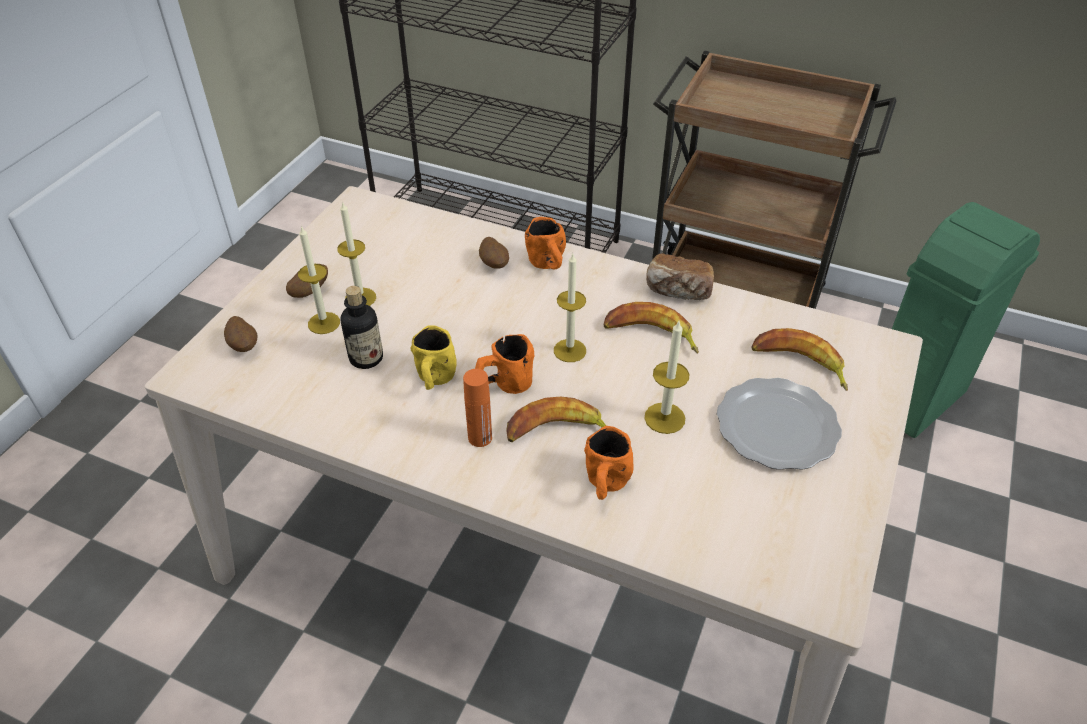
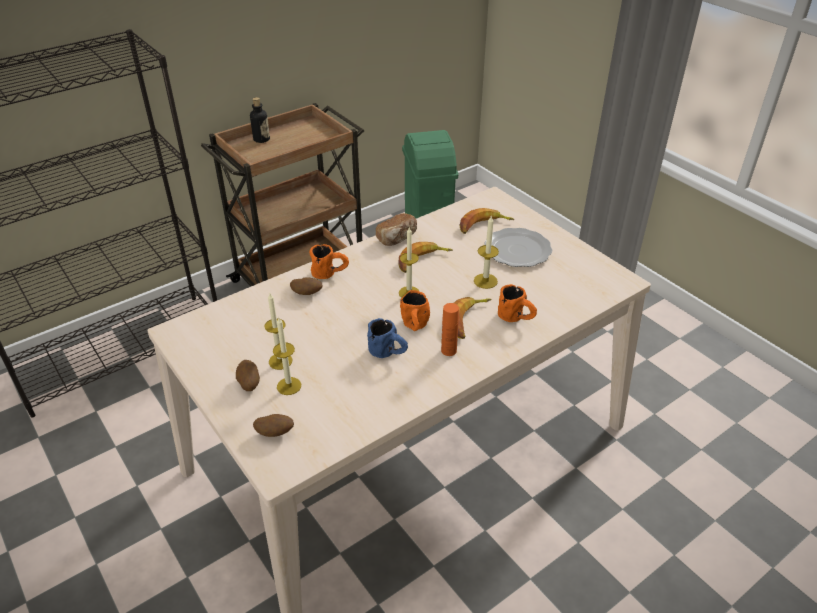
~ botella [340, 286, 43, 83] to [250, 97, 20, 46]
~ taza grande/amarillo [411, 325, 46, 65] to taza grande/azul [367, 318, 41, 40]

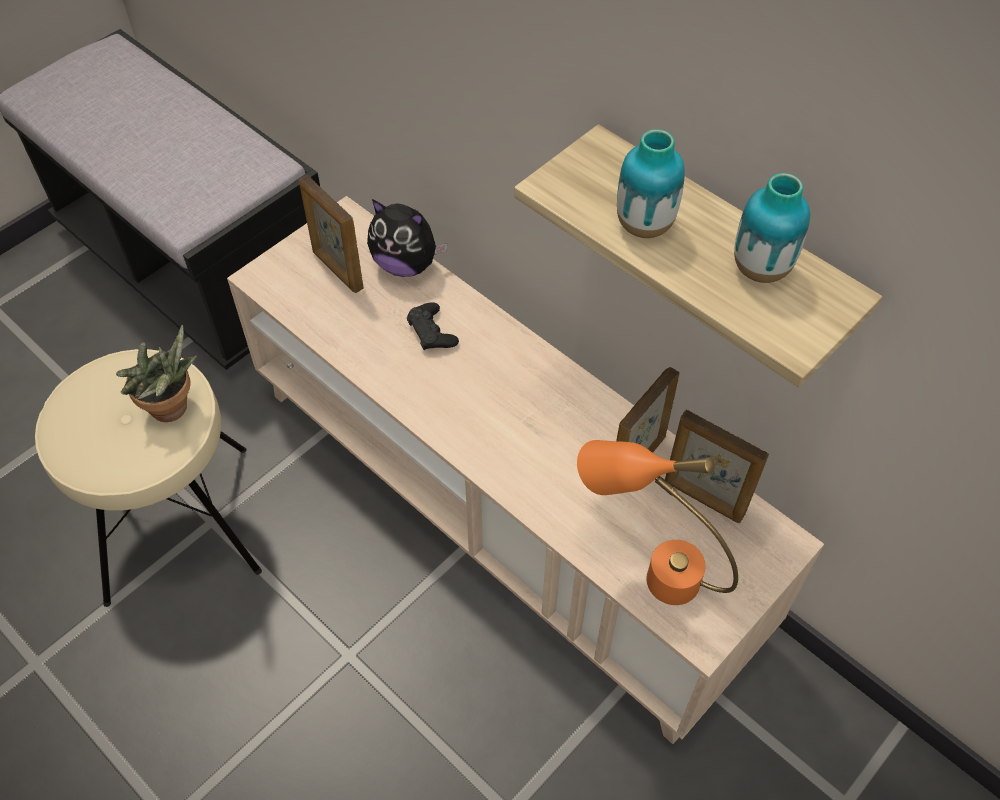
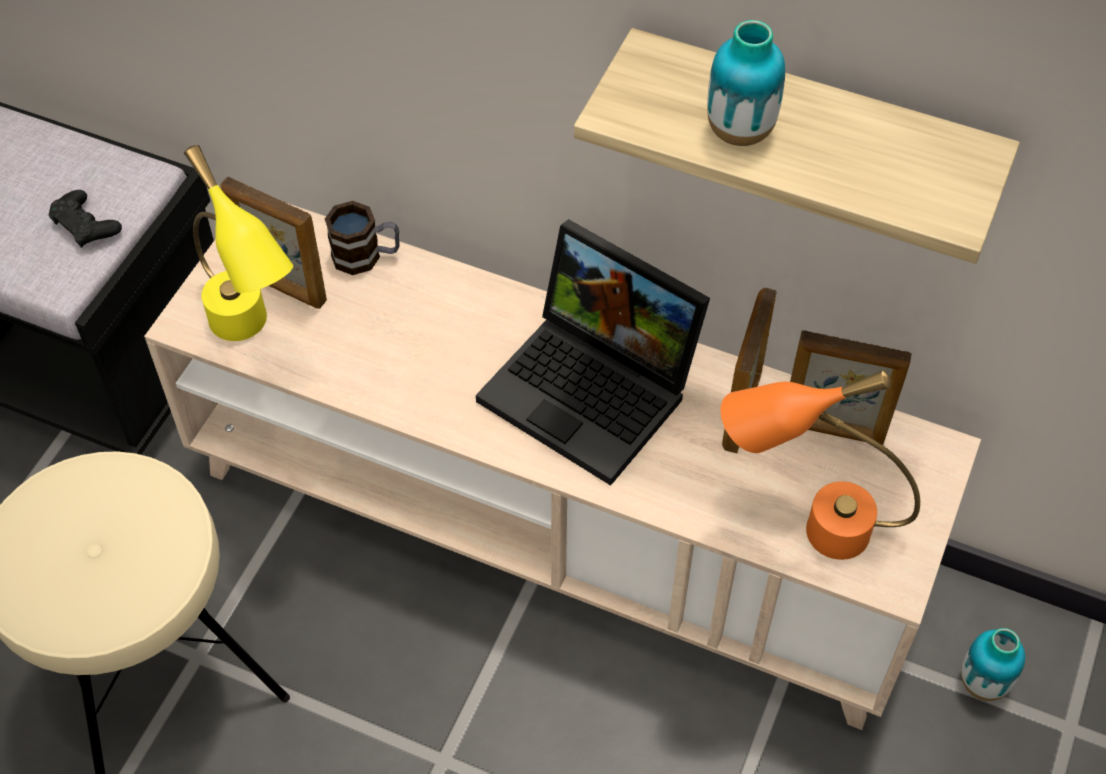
- planta en maceta [116, 325, 81, 97]
+ lámpara de mesa/amarillo [184, 145, 109, 196]
+ portátil [476, 219, 234, 267]
~ mando de consola/negro [407, 302, 52, 48] to [49, 190, 73, 57]
~ florero [734, 173, 76, 110] to [961, 628, 64, 73]
~ peluche [367, 199, 81, 78] to taza grande [325, 201, 74, 74]

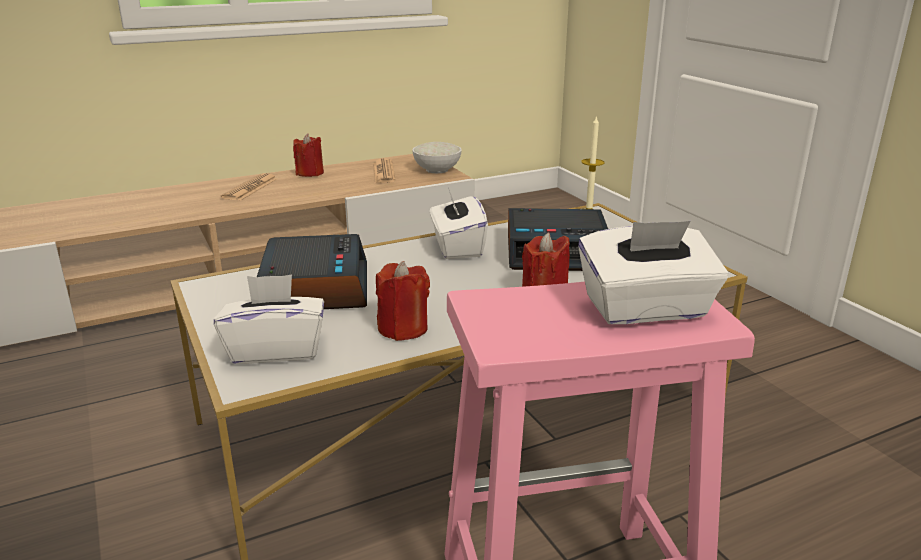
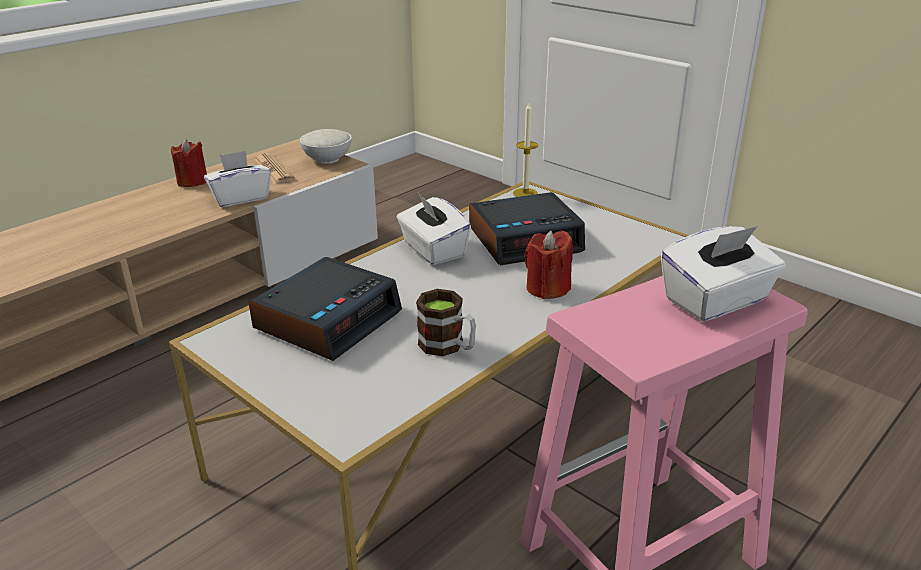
- periódico [221, 173, 56, 27]
~ caja de pañuelos/blanco [214, 275, 110, 89] to [204, 151, 67, 56]
~ vela/rojo [376, 261, 54, 80] to taza grande [416, 289, 60, 67]
~ despertador [257, 234, 110, 75] = [249, 257, 153, 104] 60 degrees clockwise

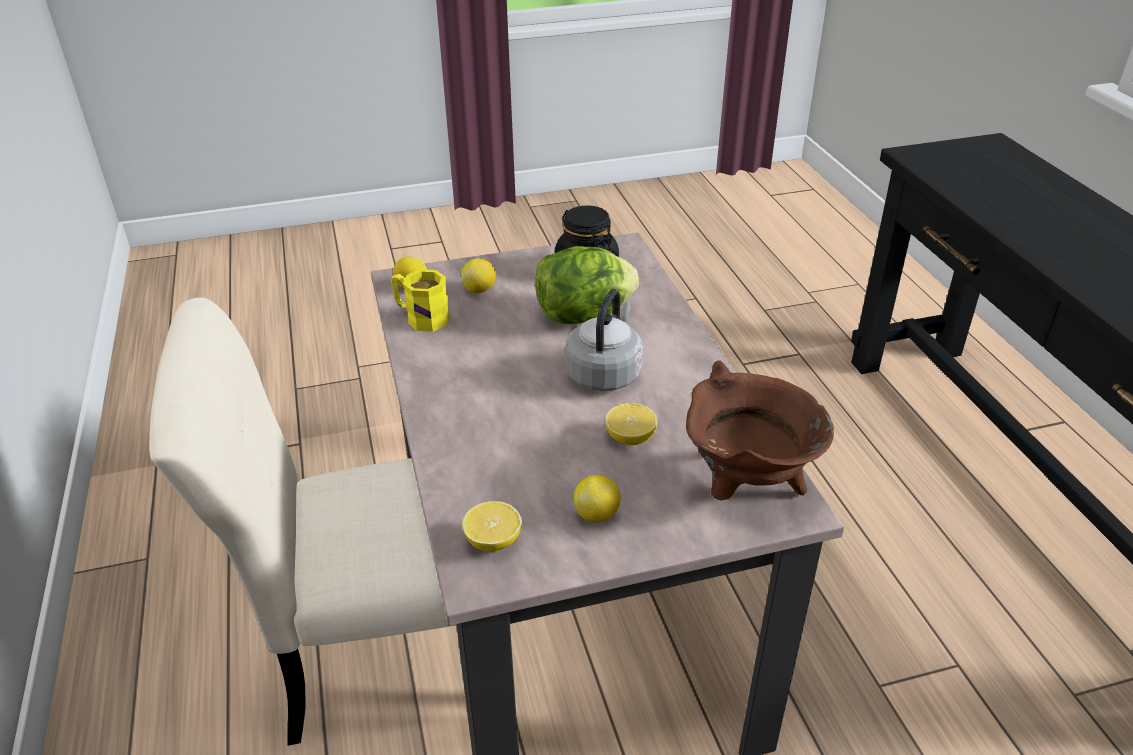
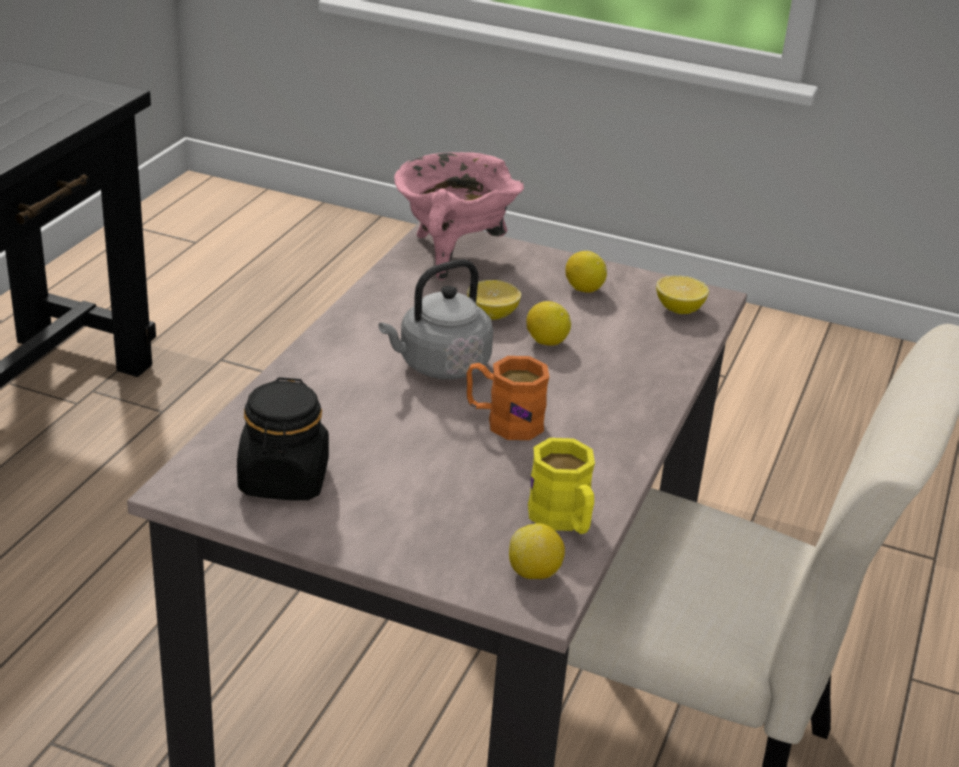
- lechuga [535, 246, 104, 78]
+ taza grande/naranja [467, 356, 82, 84]
~ limón [461, 258, 35, 35] to [526, 301, 45, 45]
~ olla/marrón [686, 360, 148, 140] to olla/rosa [394, 152, 130, 128]

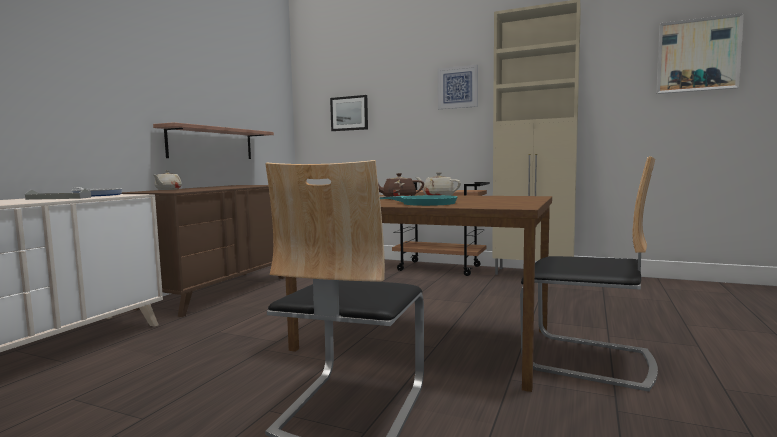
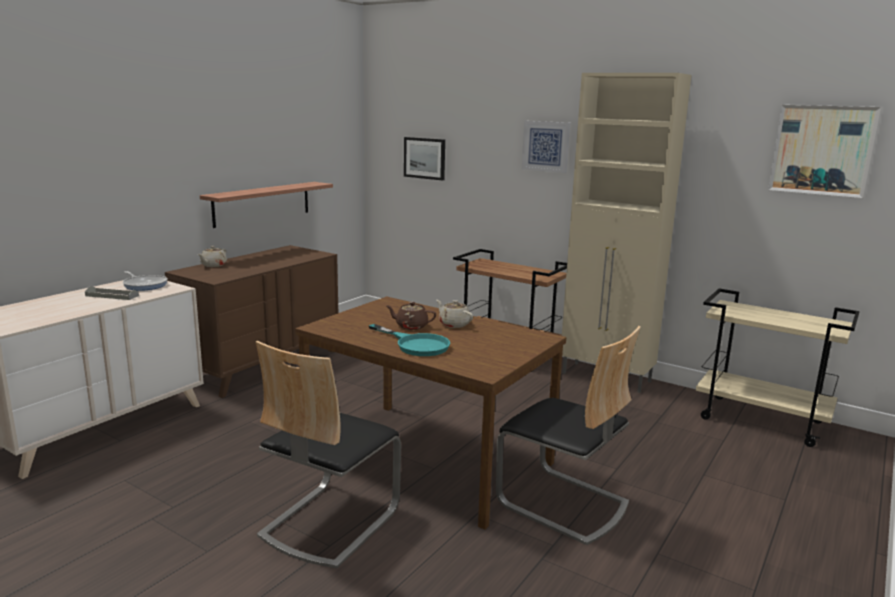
+ carrito/beis [696, 288, 164, 159]

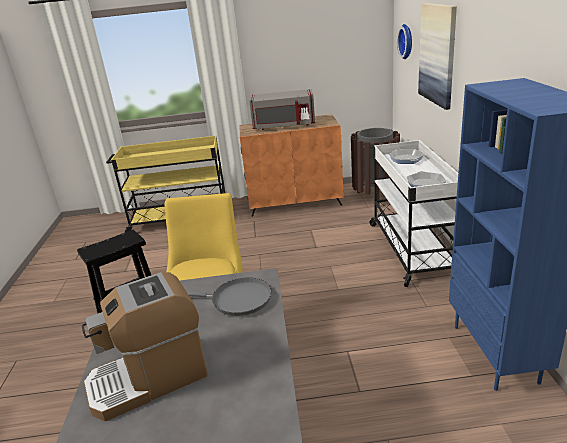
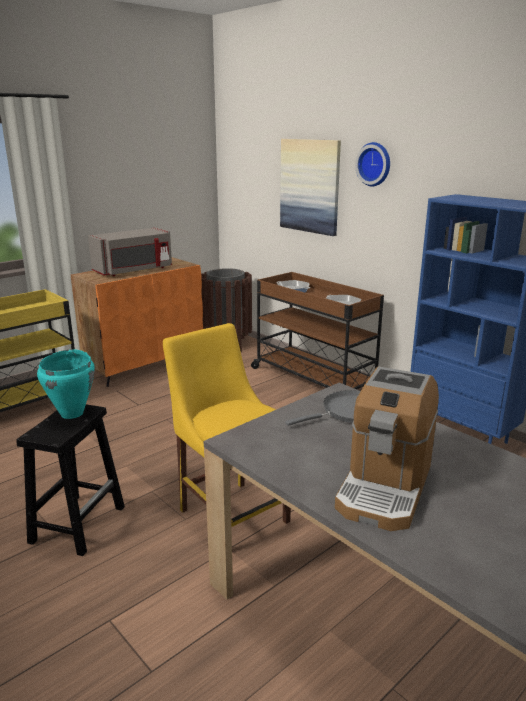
+ olla/turquesa [37, 349, 58, 70]
~ reloj de pared [397, 24, 15, 35] to [355, 142, 35, 44]
~ carrito/blanco [370, 140, 88, 147] to carrito/marrón [251, 272, 133, 117]

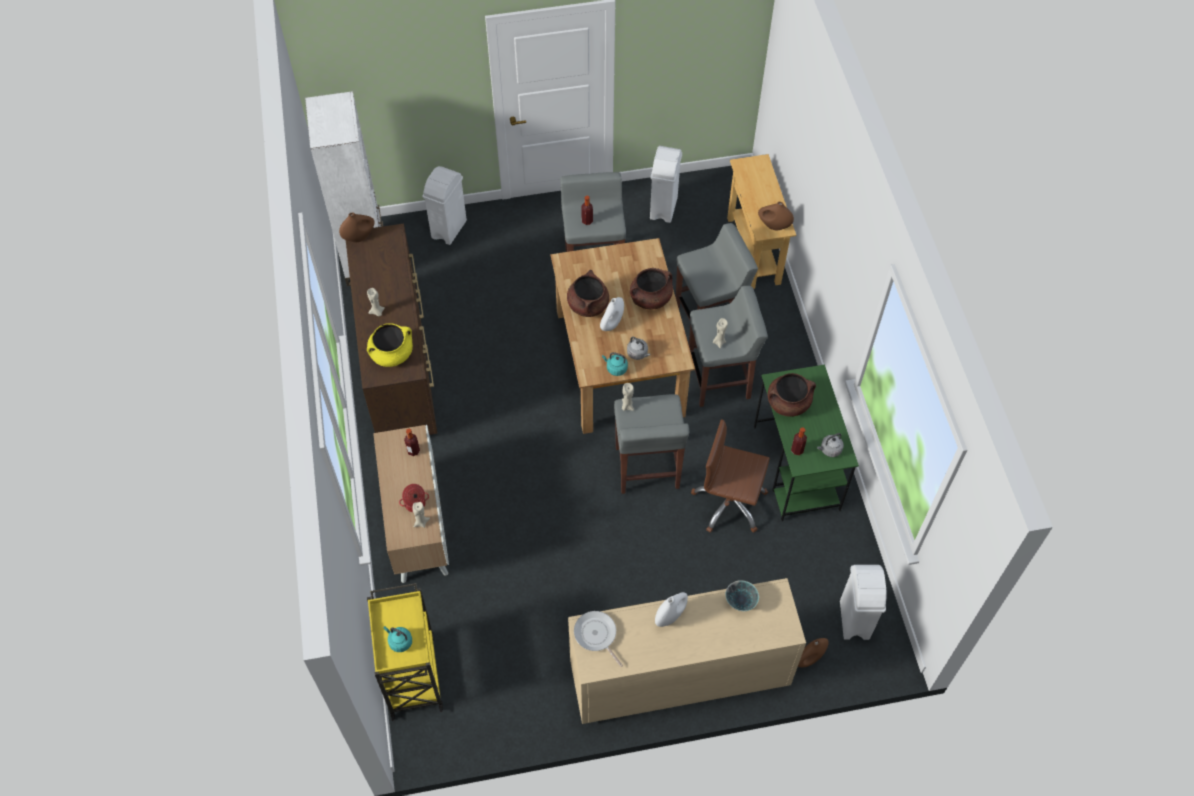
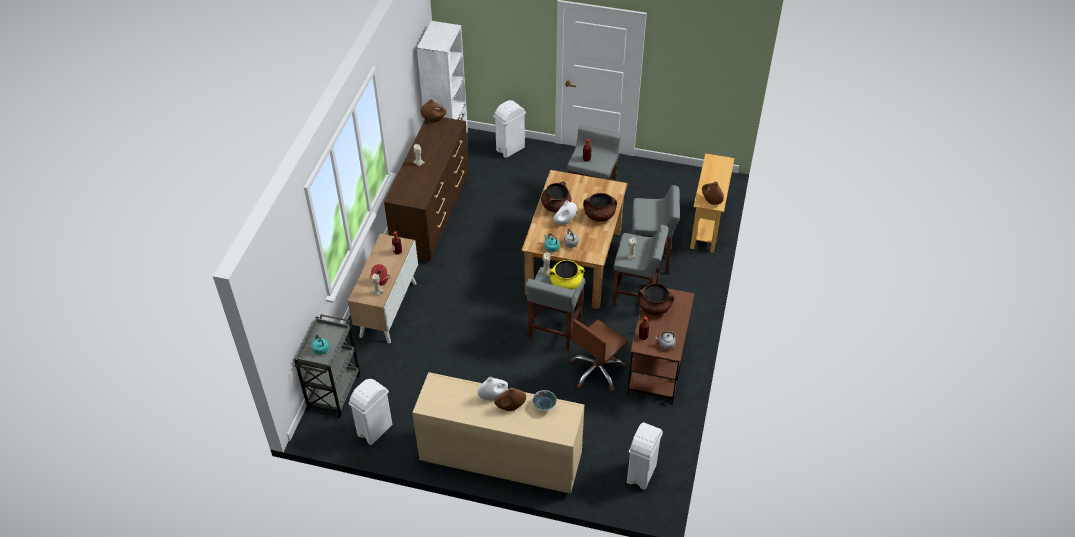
- sartén [574, 611, 49, 56]
~ olla/amarillo [367, 323, 46, 44] to [549, 260, 35, 30]
~ papelera/blanco [650, 146, 32, 77] to [349, 379, 43, 66]
~ florero/marrón [798, 638, 31, 29] to [494, 387, 32, 24]
~ carrito/amarillo [367, 583, 76, 138] to carrito/gris [294, 314, 66, 104]
~ escritorio/verde [754, 365, 105, 156] to escritorio/marrón [627, 288, 68, 116]
~ silla de oficina/marrón [691, 419, 79, 114] = [570, 319, 58, 73] 90 degrees counterclockwise

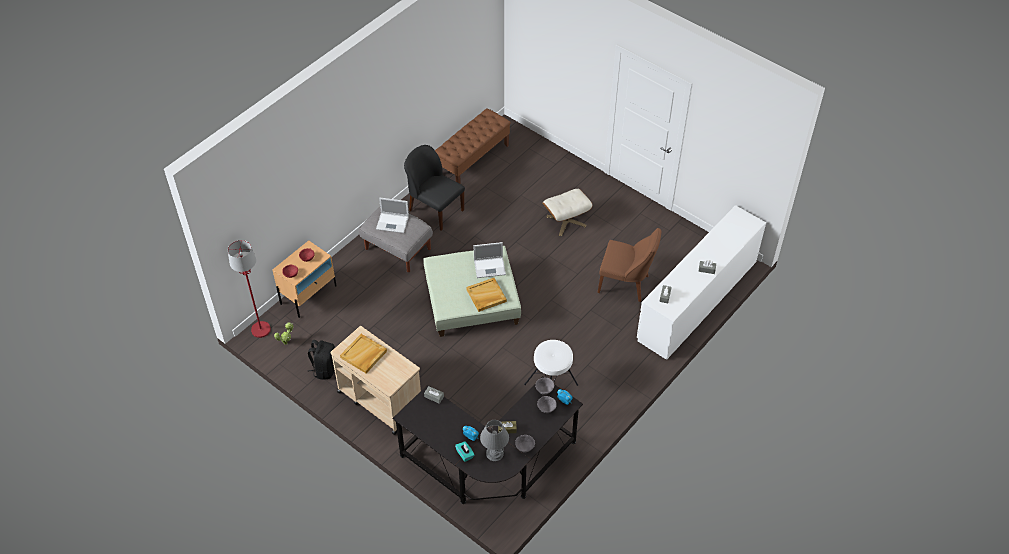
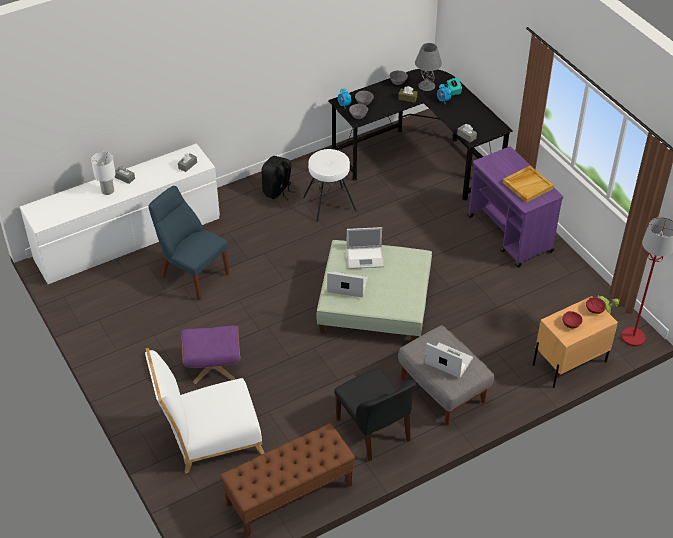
+ lámpara de mesa/blanco [91, 152, 25, 43]
+ silla/blanco [145, 348, 120, 126]
~ mochila/negro [308, 340, 27, 40] to [262, 156, 34, 44]
~ bandeja/beis [466, 278, 41, 34] to portátil [347, 227, 37, 42]
~ carrito/beis [330, 326, 91, 109] to carrito/morado [467, 146, 96, 122]
~ puf/beis [542, 189, 51, 47] to puf/morado [182, 325, 58, 59]
~ silla/marrón [598, 228, 63, 74] to silla/azul [148, 186, 82, 115]

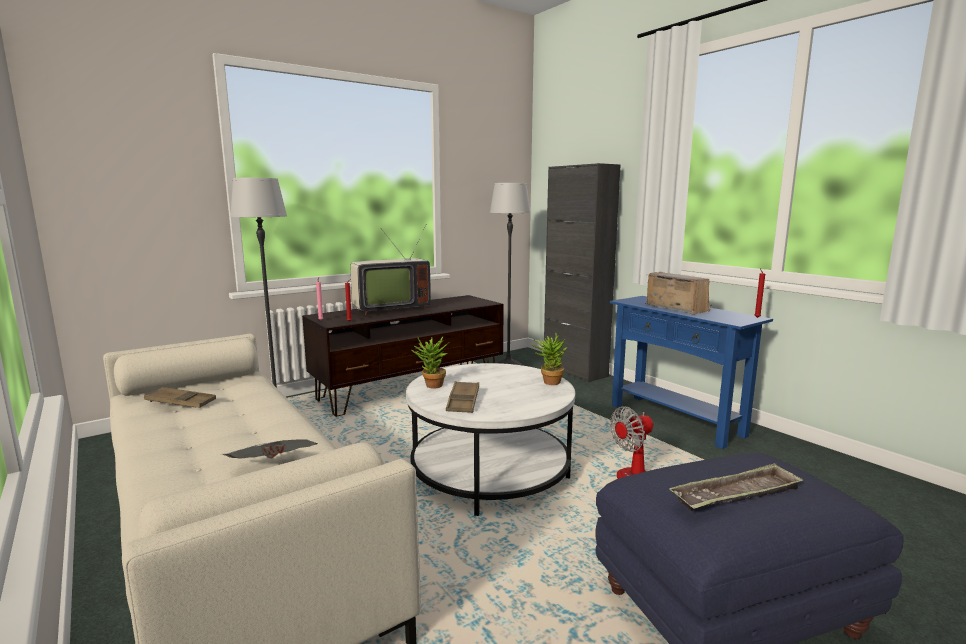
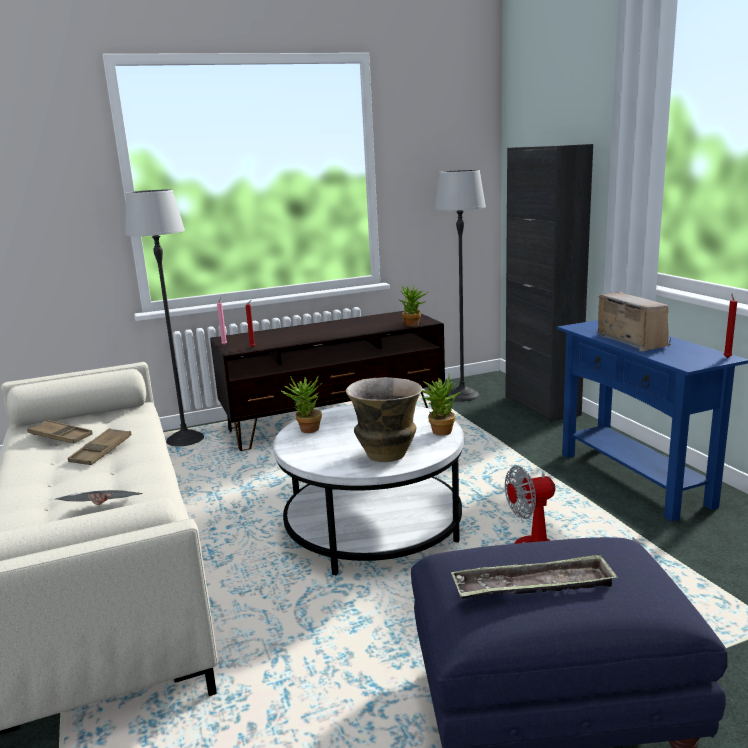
- televisor [351, 225, 80, 90]
+ florero [346, 377, 76, 85]
+ planta en maceta [399, 285, 29, 42]
~ bandeja/marrón [446, 381, 33, 32] to [68, 428, 64, 37]

